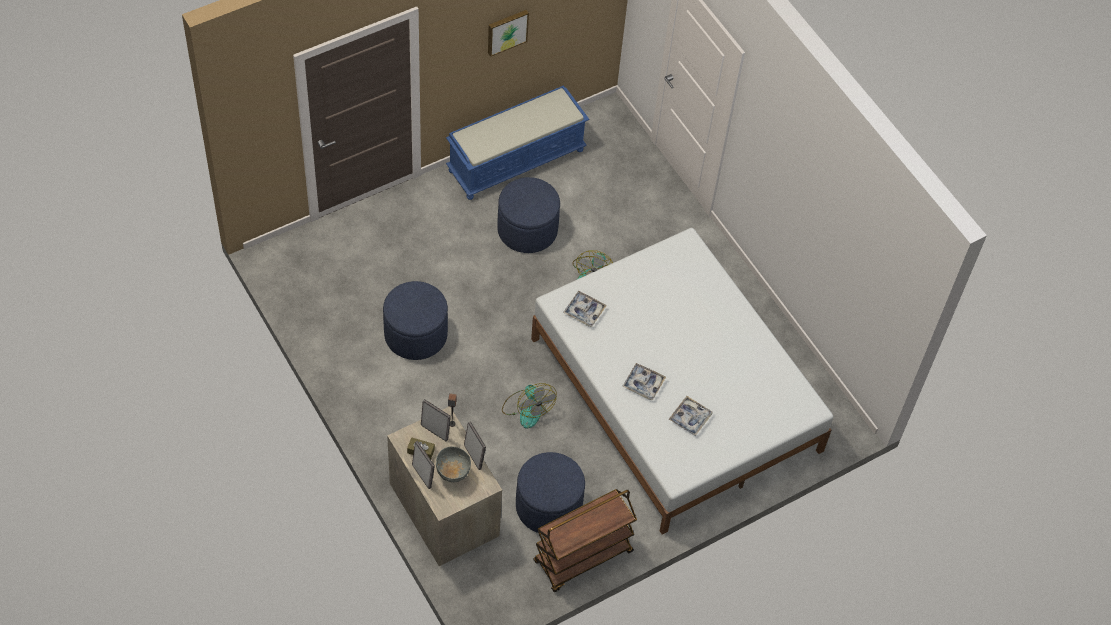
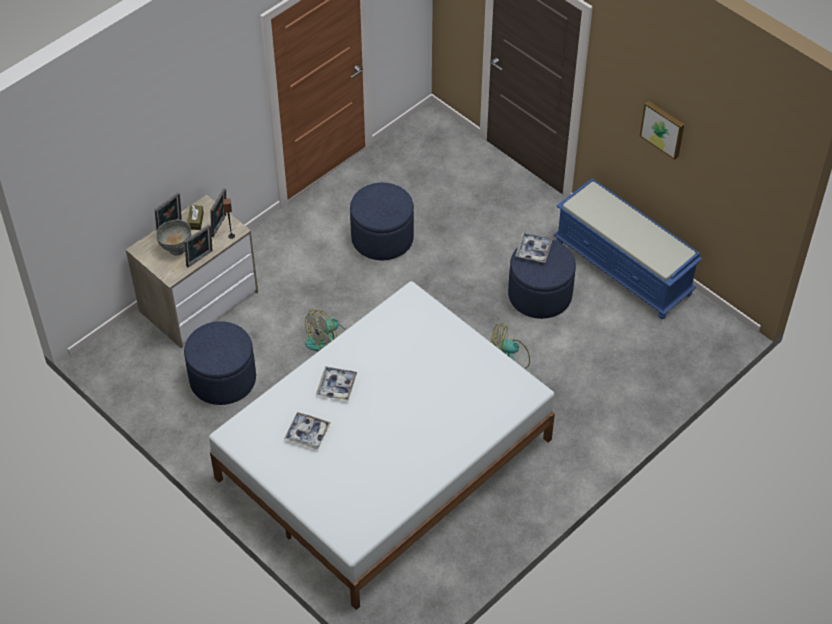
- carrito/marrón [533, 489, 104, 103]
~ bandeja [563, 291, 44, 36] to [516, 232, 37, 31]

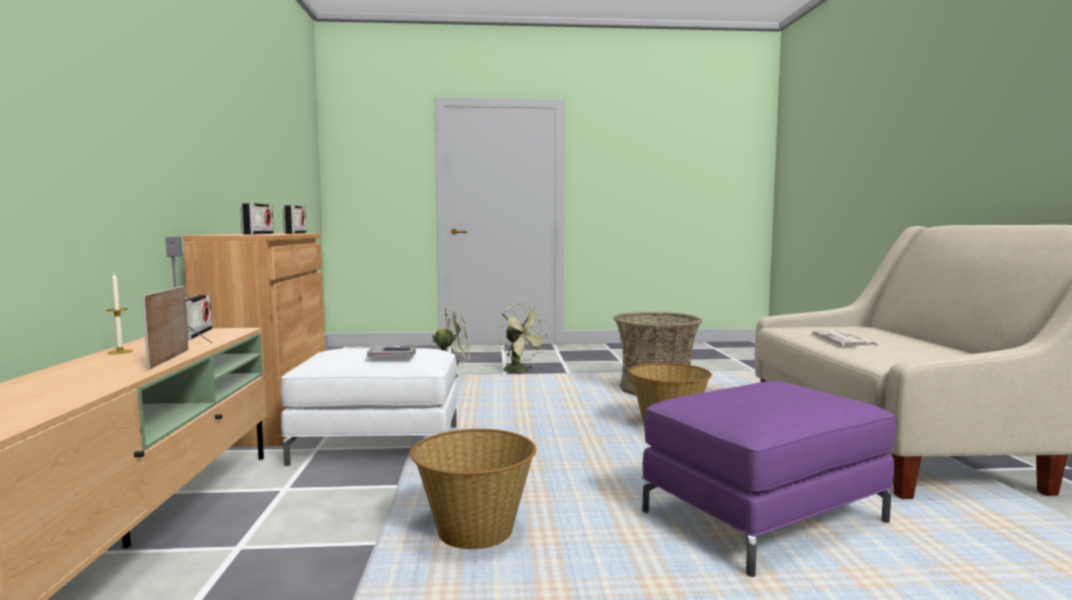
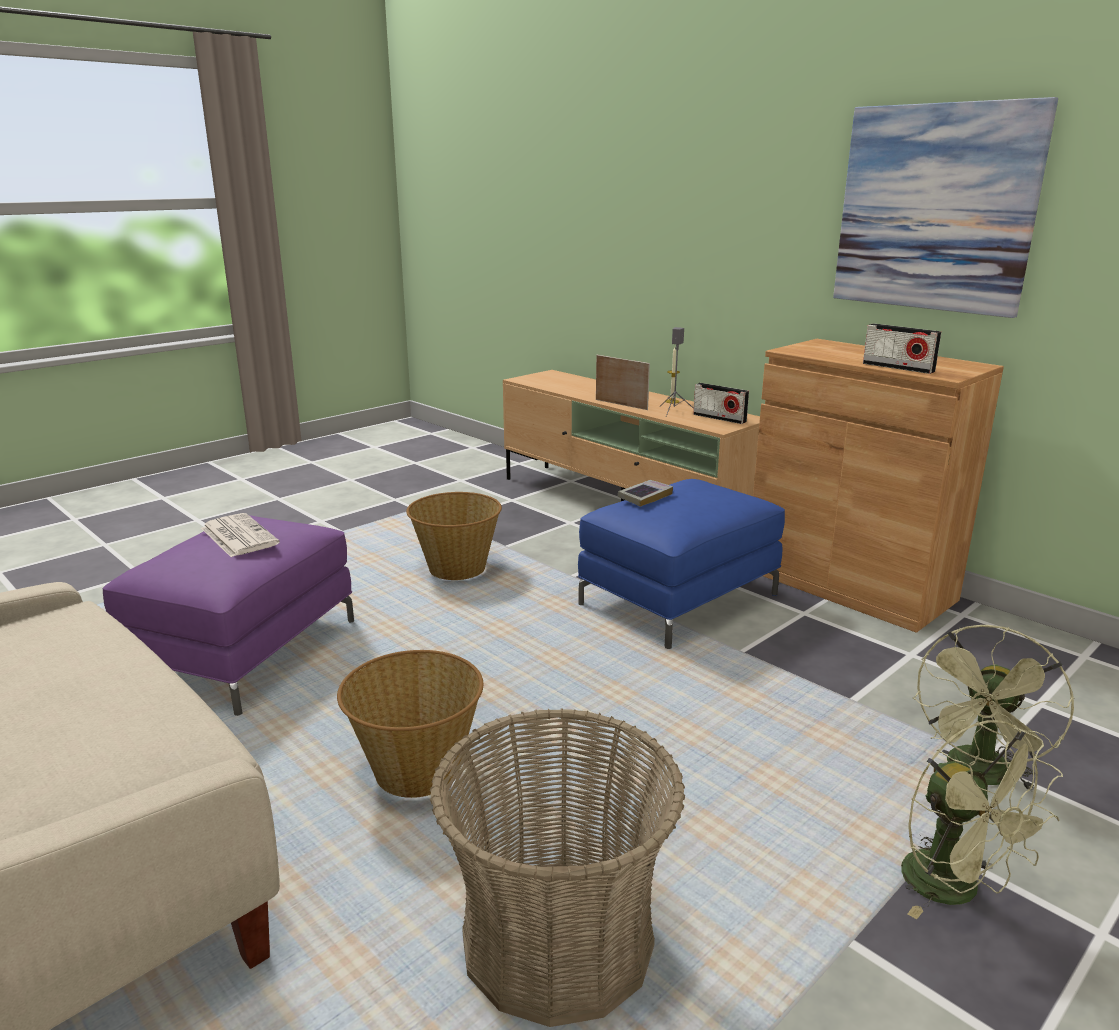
- radio [240, 203, 34, 32]
+ cuadro [833, 97, 225, 221]
~ periódico [812, 330, 67, 17] to [201, 513, 79, 44]
~ puf/blanco [280, 348, 177, 119] to puf/azul [578, 479, 207, 170]
~ ventilador/verde [499, 303, 49, 71] = [901, 720, 162, 199] 120 degrees counterclockwise

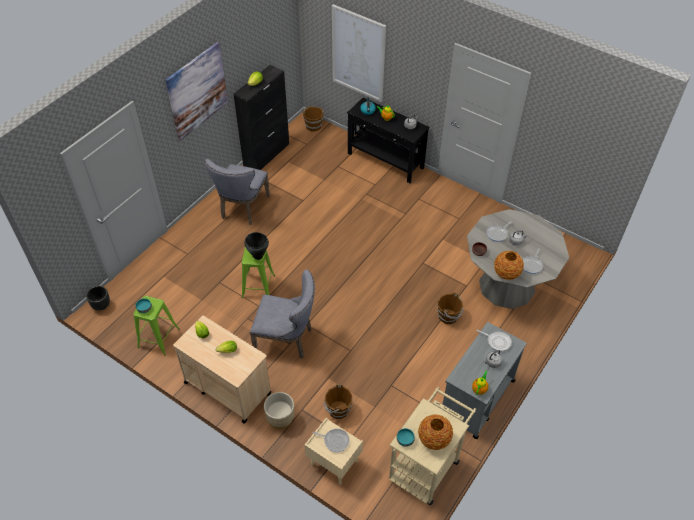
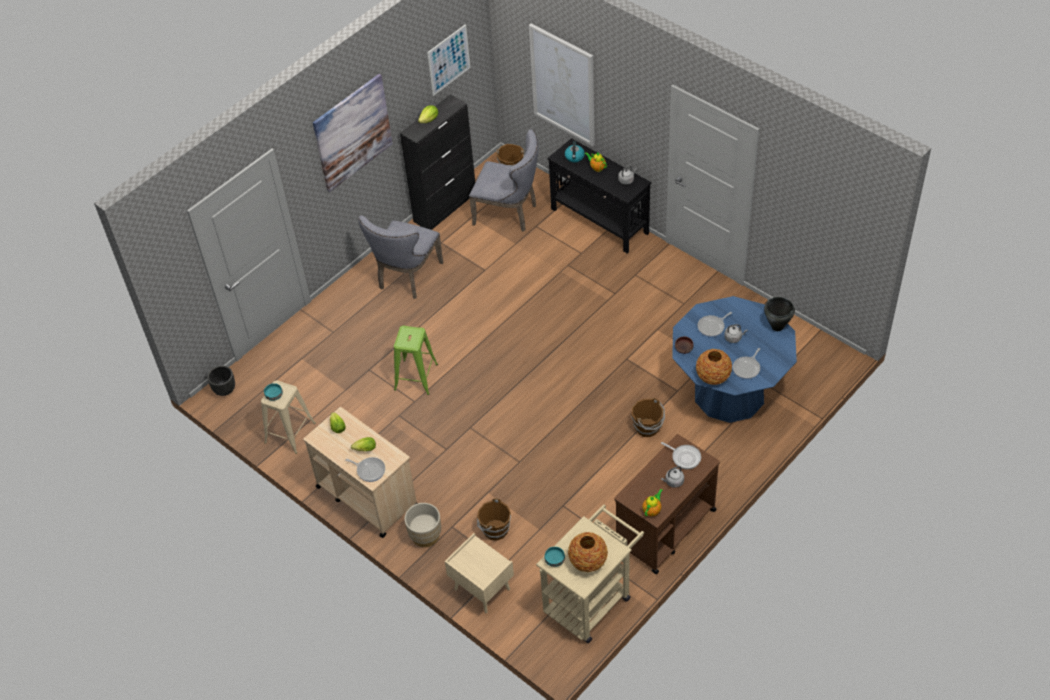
+ cuadro [427, 24, 43, 72]
~ olla/negro [244, 232, 25, 28] to [764, 297, 31, 34]
~ silla/gris [250, 269, 65, 90] to [469, 129, 70, 103]
~ sartén [313, 429, 37, 23] to [345, 457, 40, 25]
~ taburete/verde [133, 296, 47, 59] to taburete/beis [261, 380, 55, 74]
~ carrito/gris [443, 322, 84, 117] to carrito/marrón [614, 434, 106, 140]
~ mesa de comedor/gris [467, 209, 102, 100] to mesa de comedor/azul [672, 296, 125, 127]

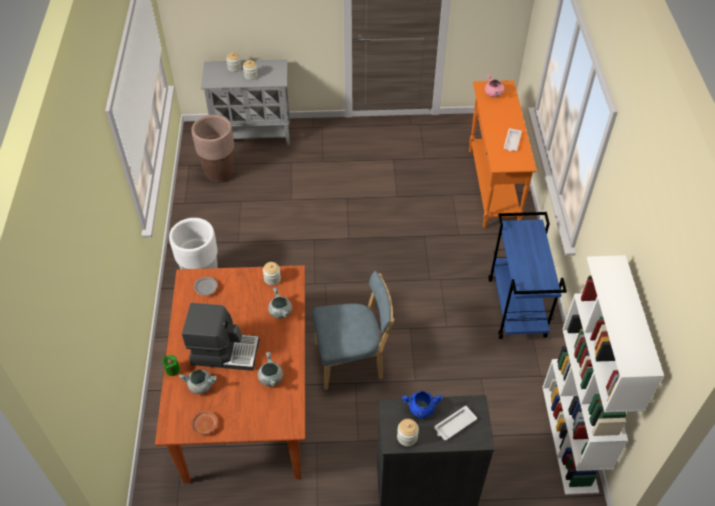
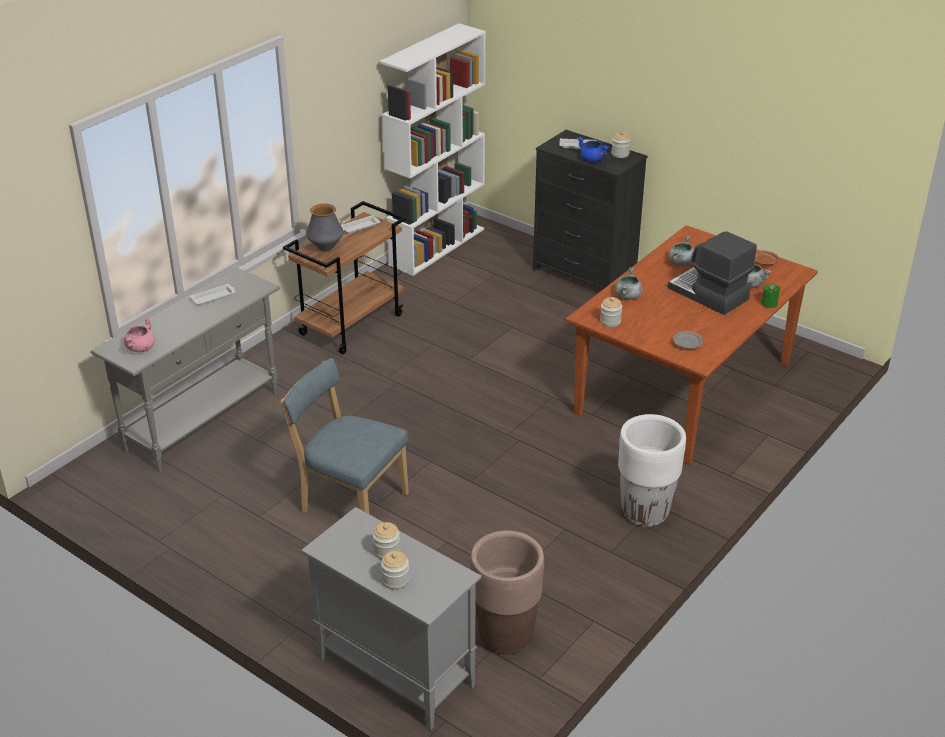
+ florero [306, 204, 38, 48]
+ bandeja/blanco [341, 215, 39, 19]
~ silla/azul [312, 271, 82, 119] to [280, 358, 129, 156]
~ mesa consola/naranja [469, 80, 68, 148] to mesa consola/gris [90, 268, 190, 204]
~ carrito/azul [488, 212, 79, 127] to carrito/marrón [283, 201, 123, 153]

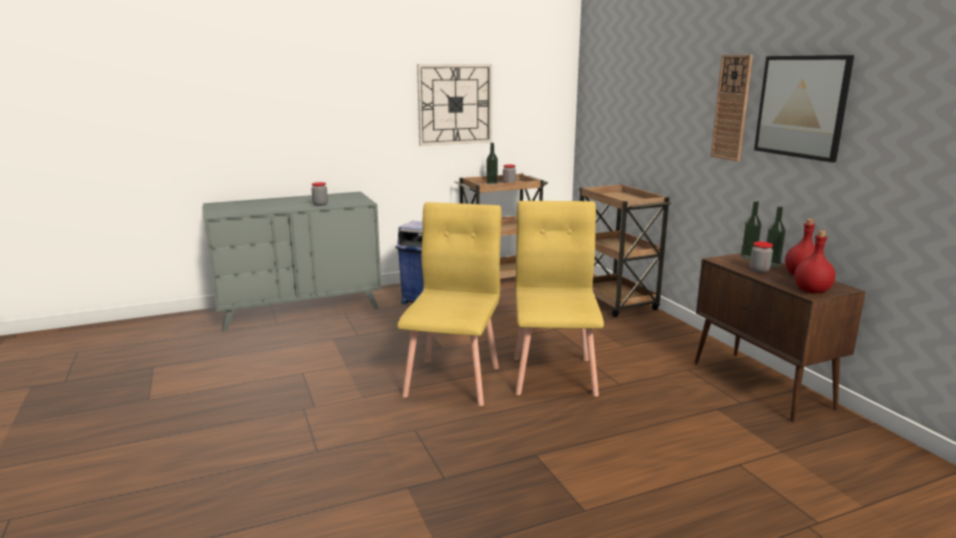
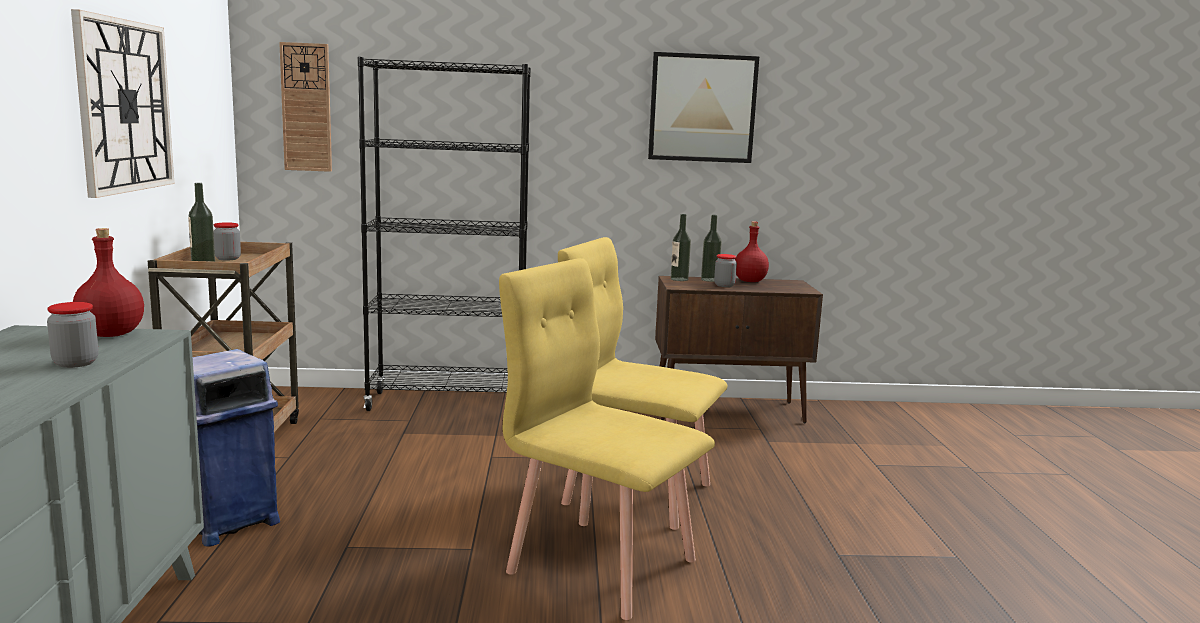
~ reloj de pared [711, 55, 42, 107] to [279, 42, 53, 130]
~ botella/rojo [794, 231, 41, 62] to [73, 228, 71, 109]
~ carrito/marrón [579, 184, 92, 133] to estantería/negro [358, 57, 173, 354]

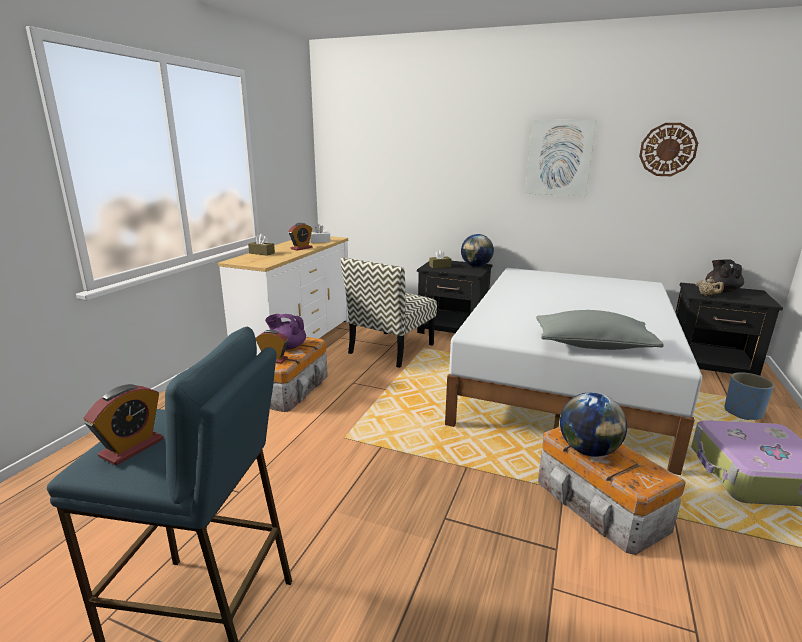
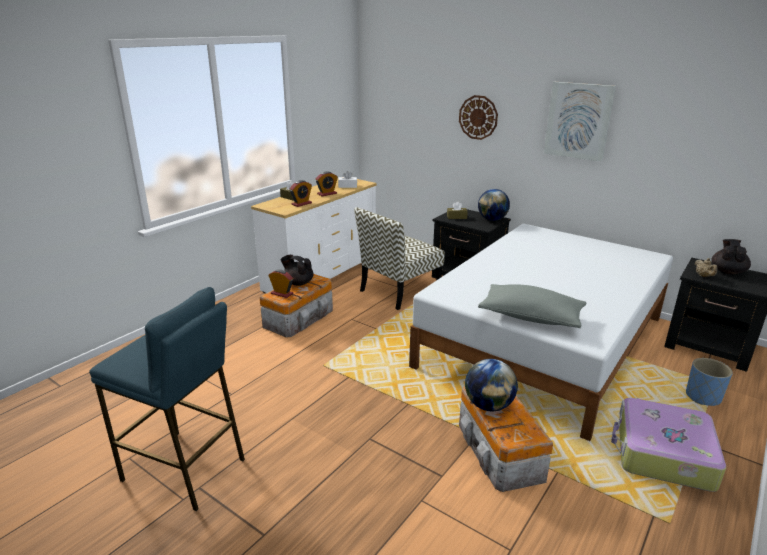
~ despertador [83, 384, 80, 81] to [290, 180, 22, 27]
~ reloj de pared [639, 123, 59, 53] to [459, 95, 39, 45]
~ tetera/morado [265, 314, 41, 36] to tetera/negro [281, 255, 33, 31]

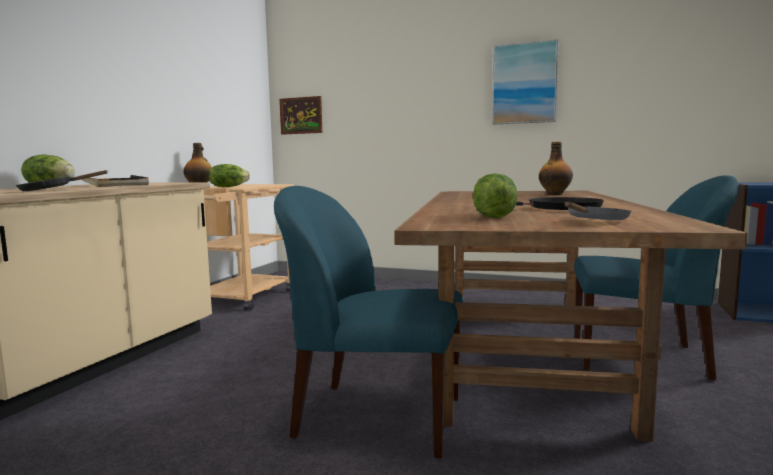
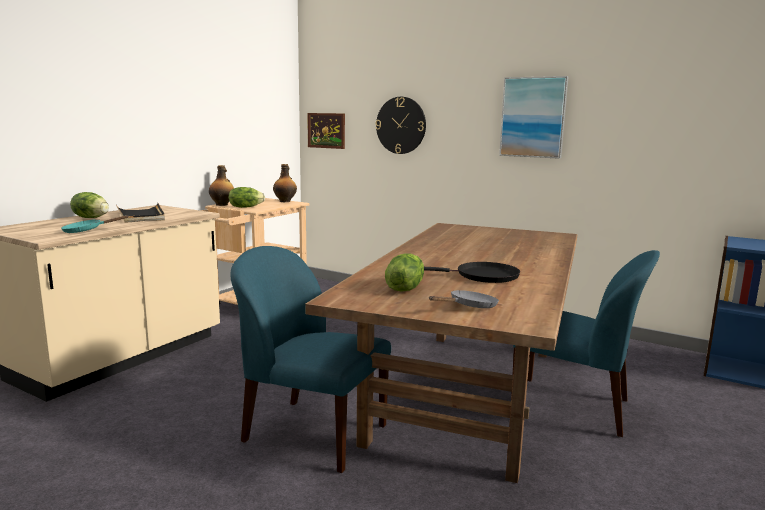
+ reloj de pared [376, 97, 50, 57]
~ botella [539, 142, 34, 53] to [273, 164, 24, 38]
~ sartén/negro [16, 170, 91, 21] to sartén/turquesa [61, 215, 68, 18]

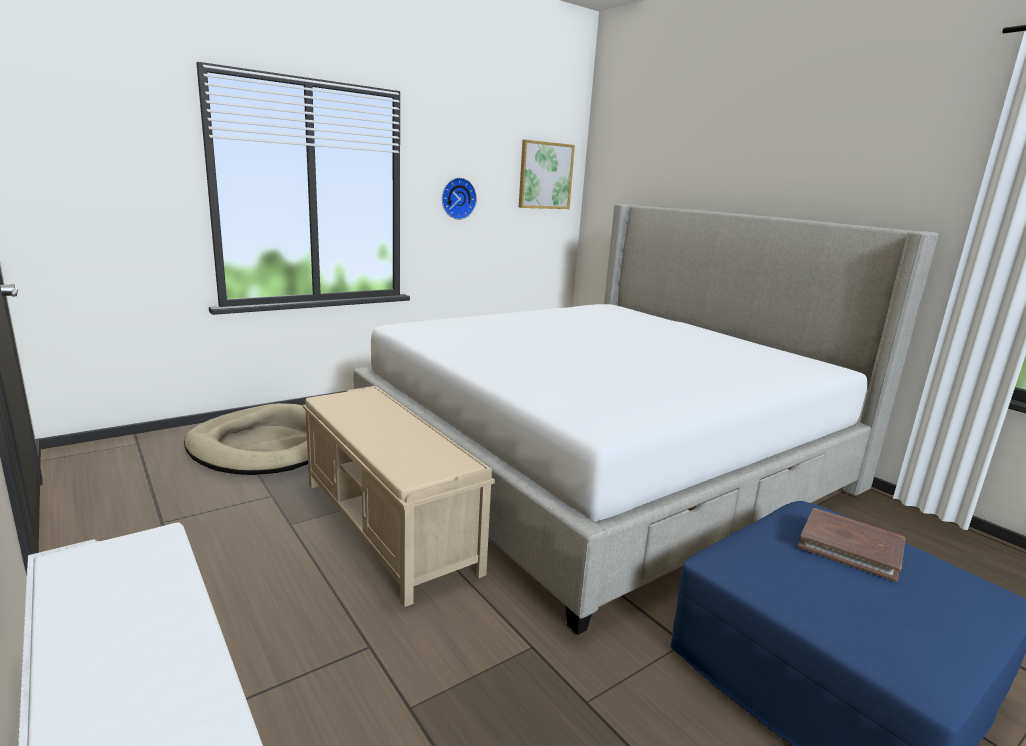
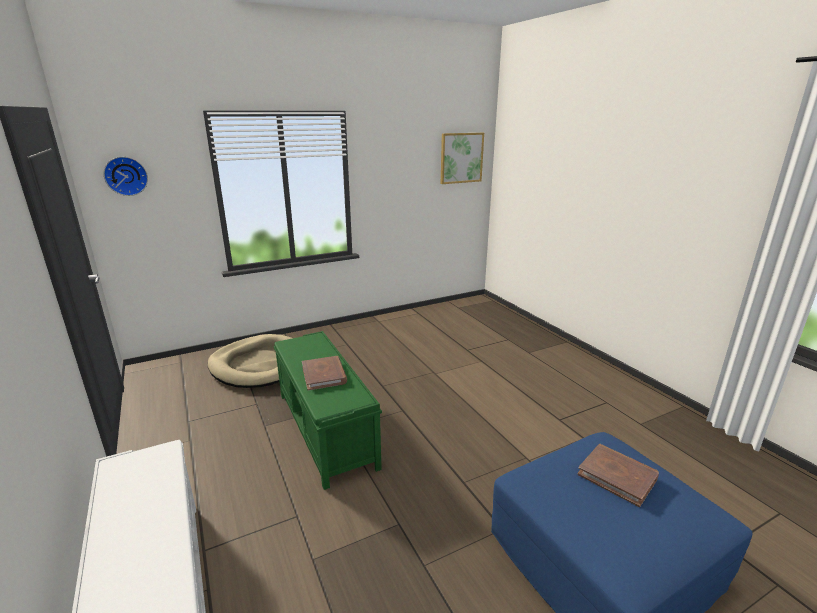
- cama [353, 204, 586, 431]
+ libro/marrón [302, 356, 45, 34]
~ reloj de pared [442, 178, 35, 42] to [103, 157, 45, 39]
~ banco/beis [303, 386, 192, 221] to banco/verde [274, 331, 108, 159]

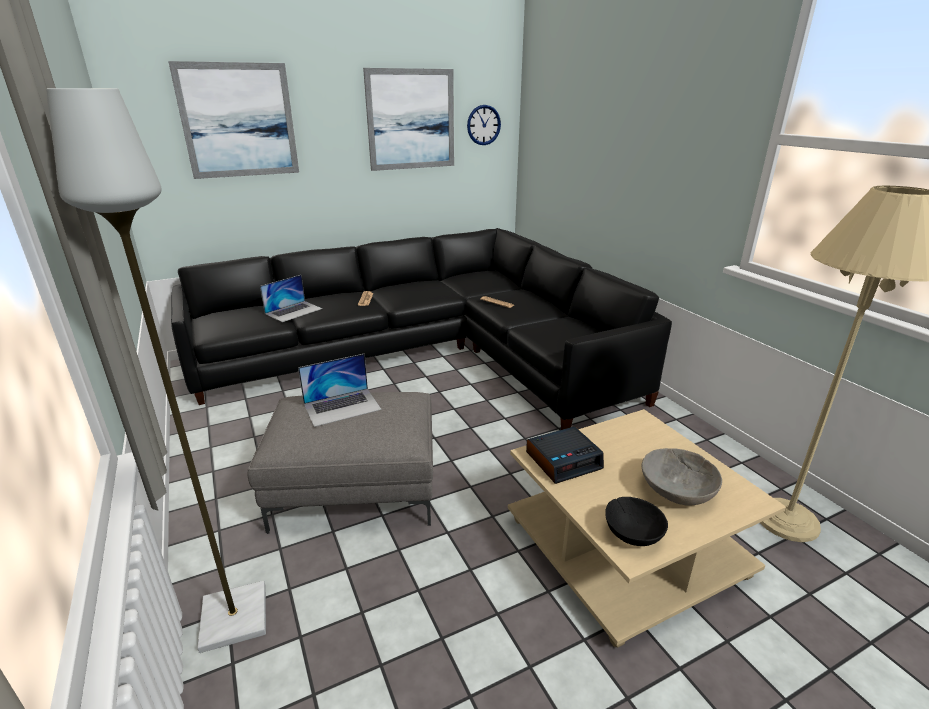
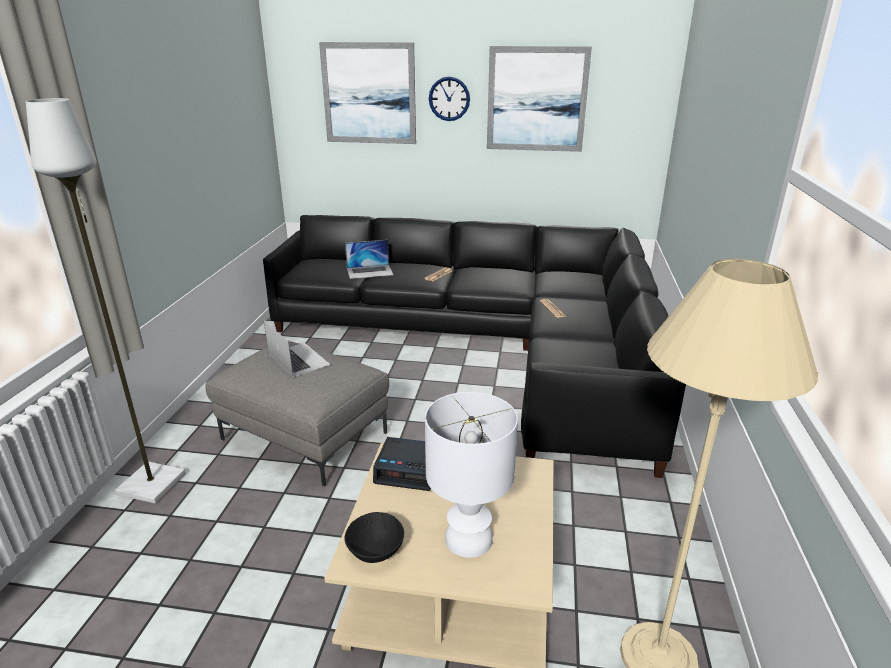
~ reloj de pared [467, 105, 34, 40] to [429, 77, 41, 44]
~ cuenco/gris [642, 448, 80, 58] to lámpara de mesa/blanco [425, 392, 93, 166]
~ portátil [298, 354, 84, 73] = [264, 321, 66, 56] 135 degrees counterclockwise

